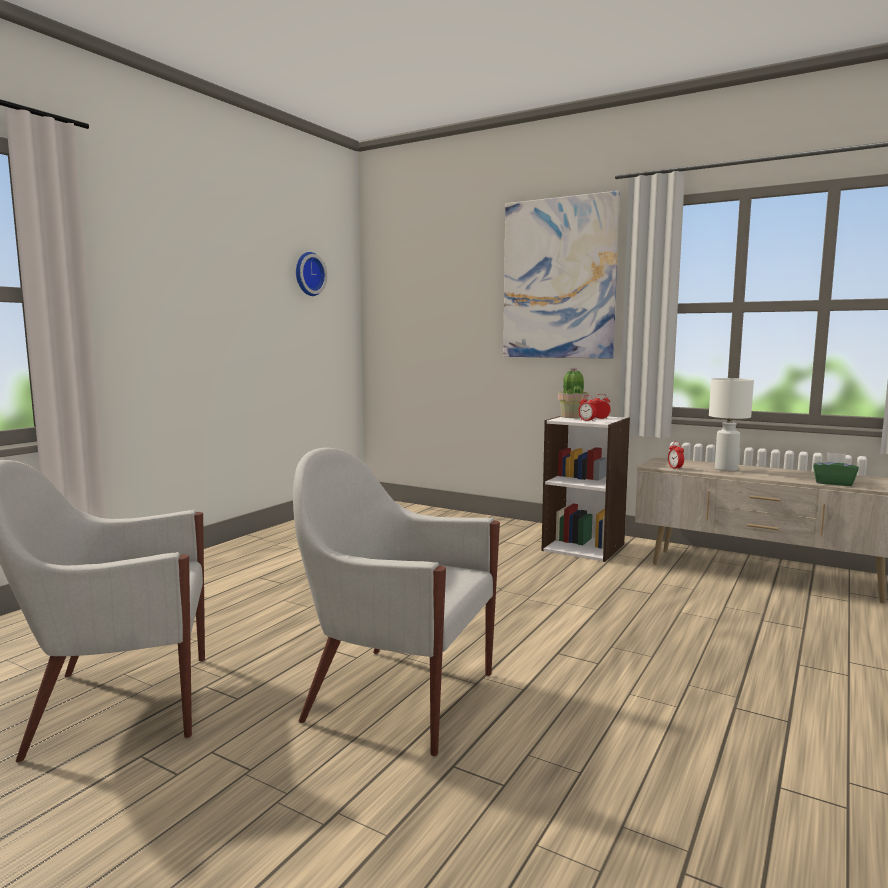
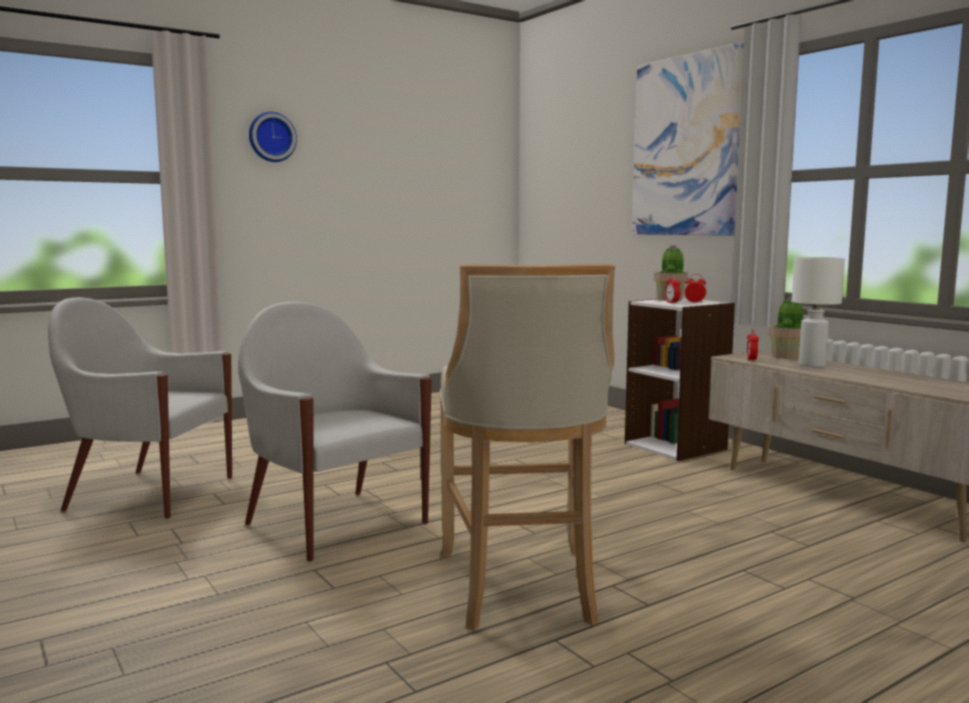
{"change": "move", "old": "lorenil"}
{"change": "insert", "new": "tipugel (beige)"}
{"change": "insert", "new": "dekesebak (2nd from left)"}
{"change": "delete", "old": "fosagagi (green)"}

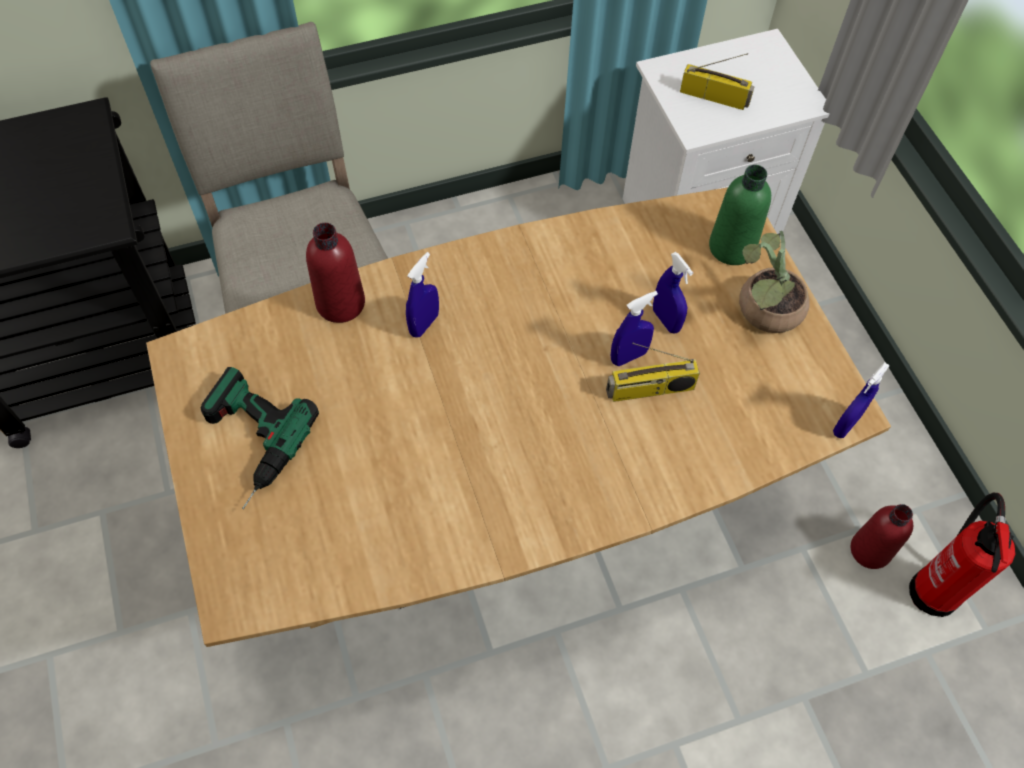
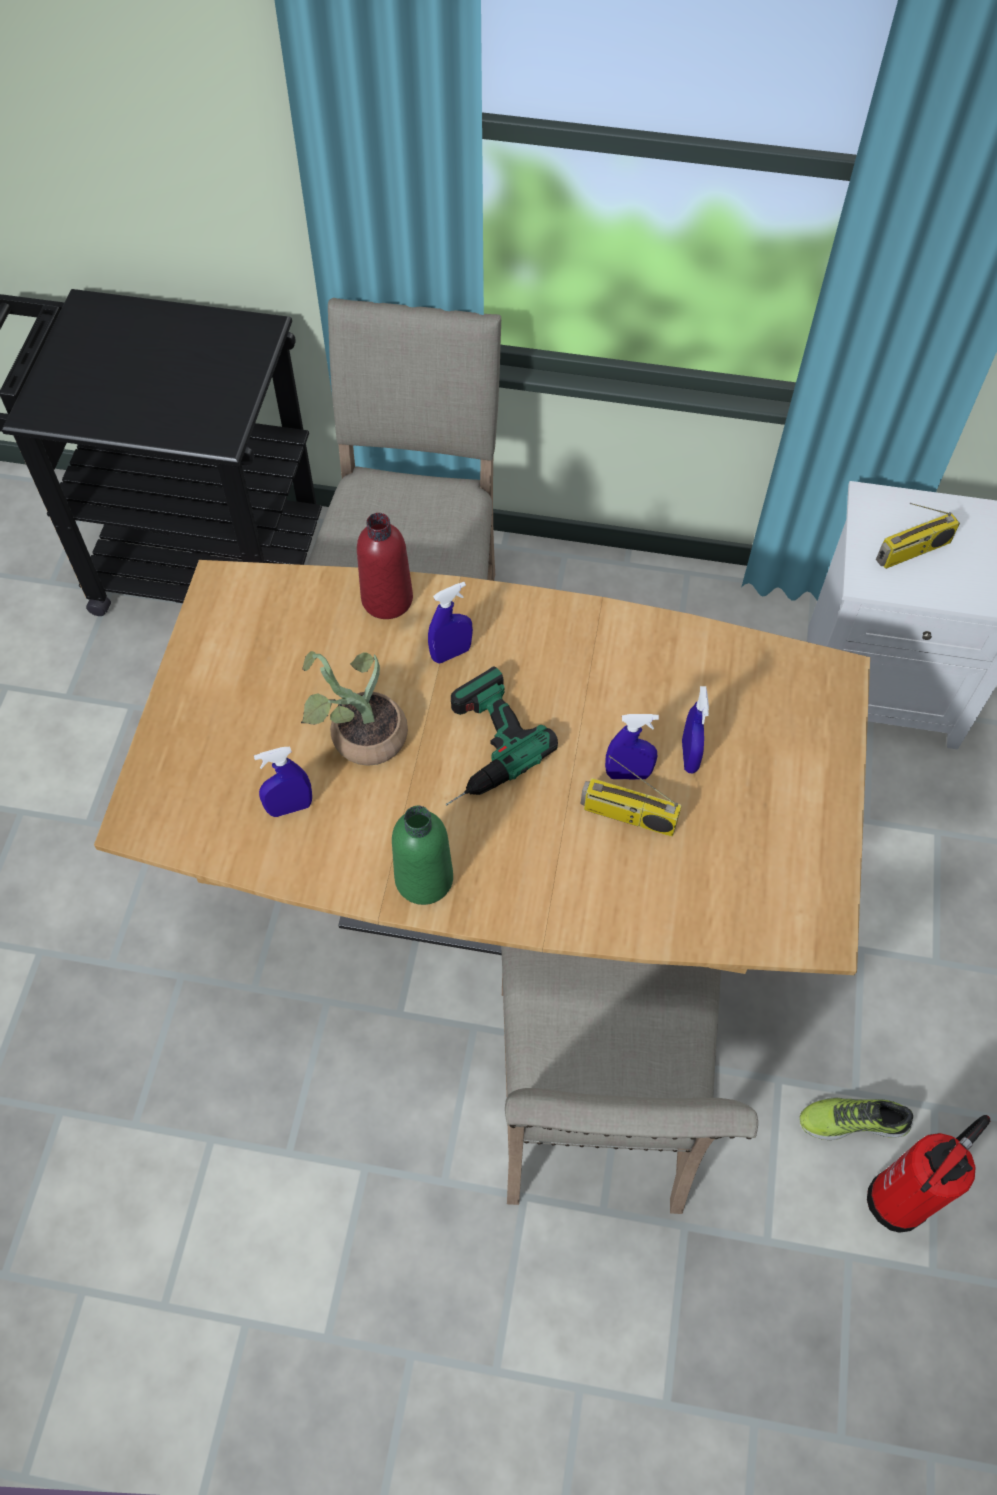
{"change": "move", "old": "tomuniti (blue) (4th from left in the first image)", "new": "tomuniti (blue) (1st from left)"}
{"change": "move", "old": "dekesebak"}
{"change": "move", "old": "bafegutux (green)"}
{"change": "move", "old": "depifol"}
{"change": "insert", "new": "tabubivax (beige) (2nd from left)"}
{"change": "replace", "old": "bafegutux (red) (2nd from left)", "new": "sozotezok"}
{"change": "rotate", "old": "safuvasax (2nd from left)", "degrees": 105}

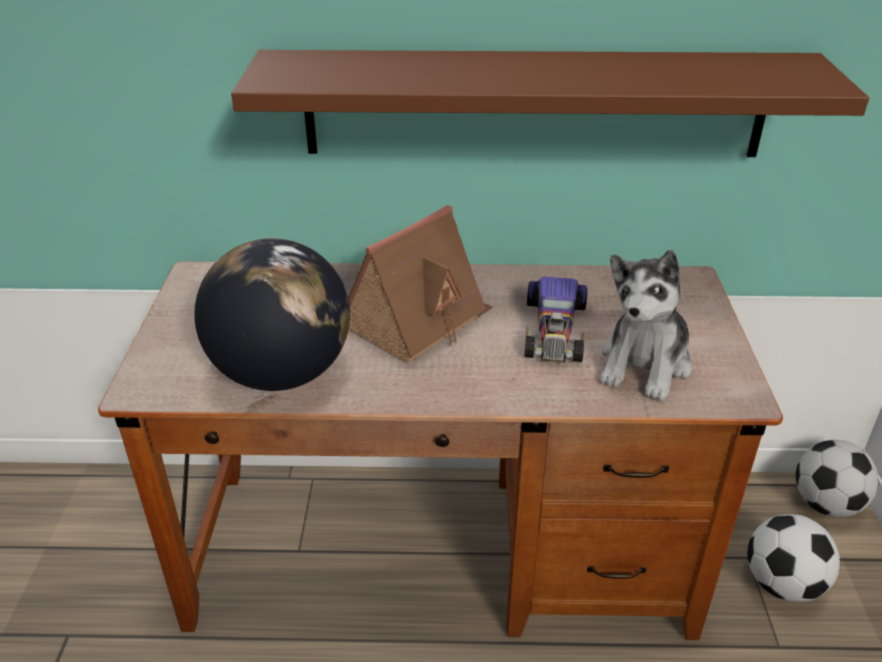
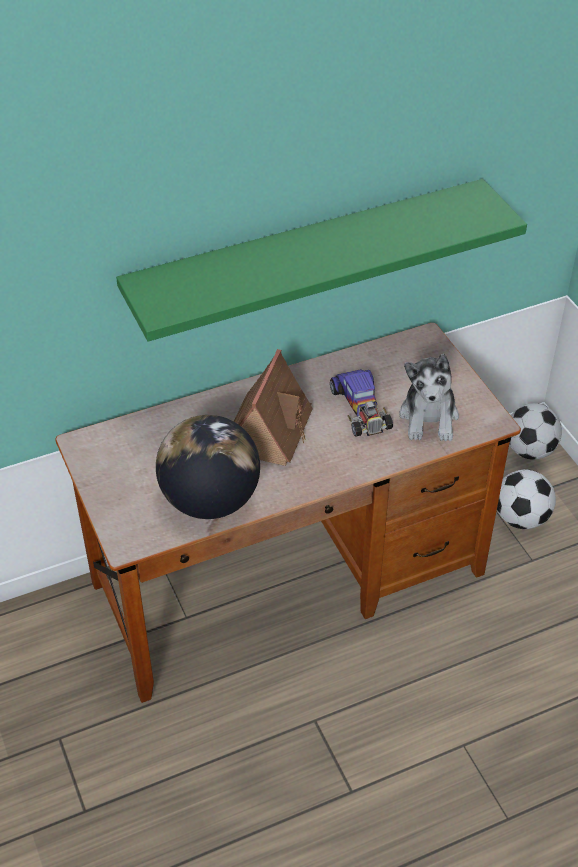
{"change": "recolor", "old": "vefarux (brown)", "new": "vefarux (green)"}

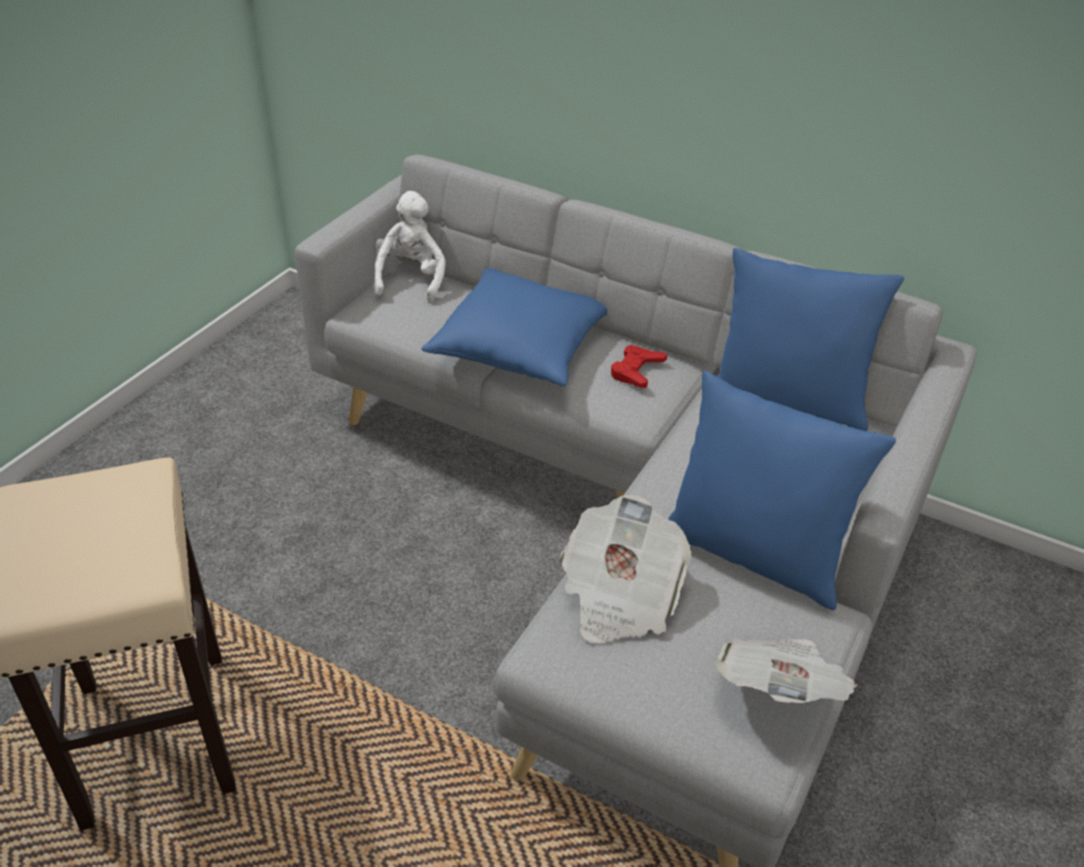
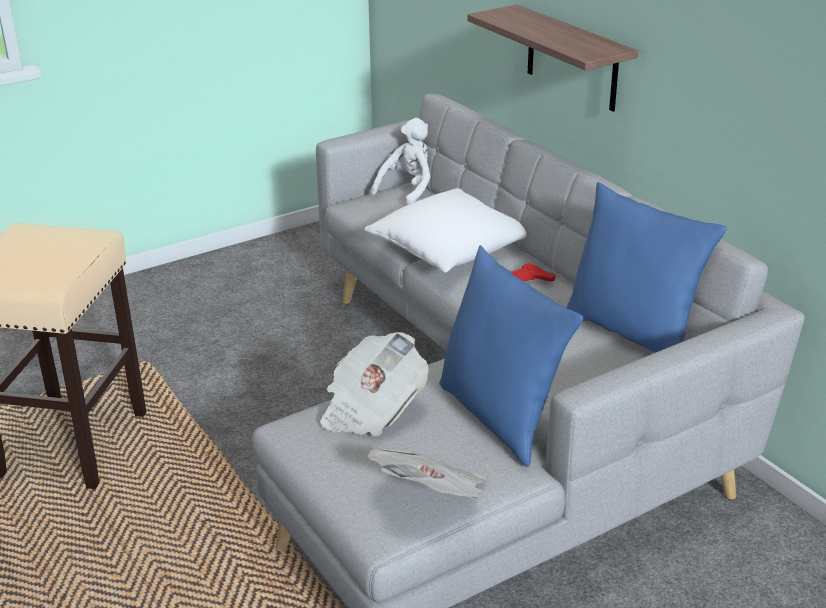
{"change": "recolor", "old": "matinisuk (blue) (1st from left)", "new": "matinisuk (white)"}
{"change": "insert", "new": "vefarux"}

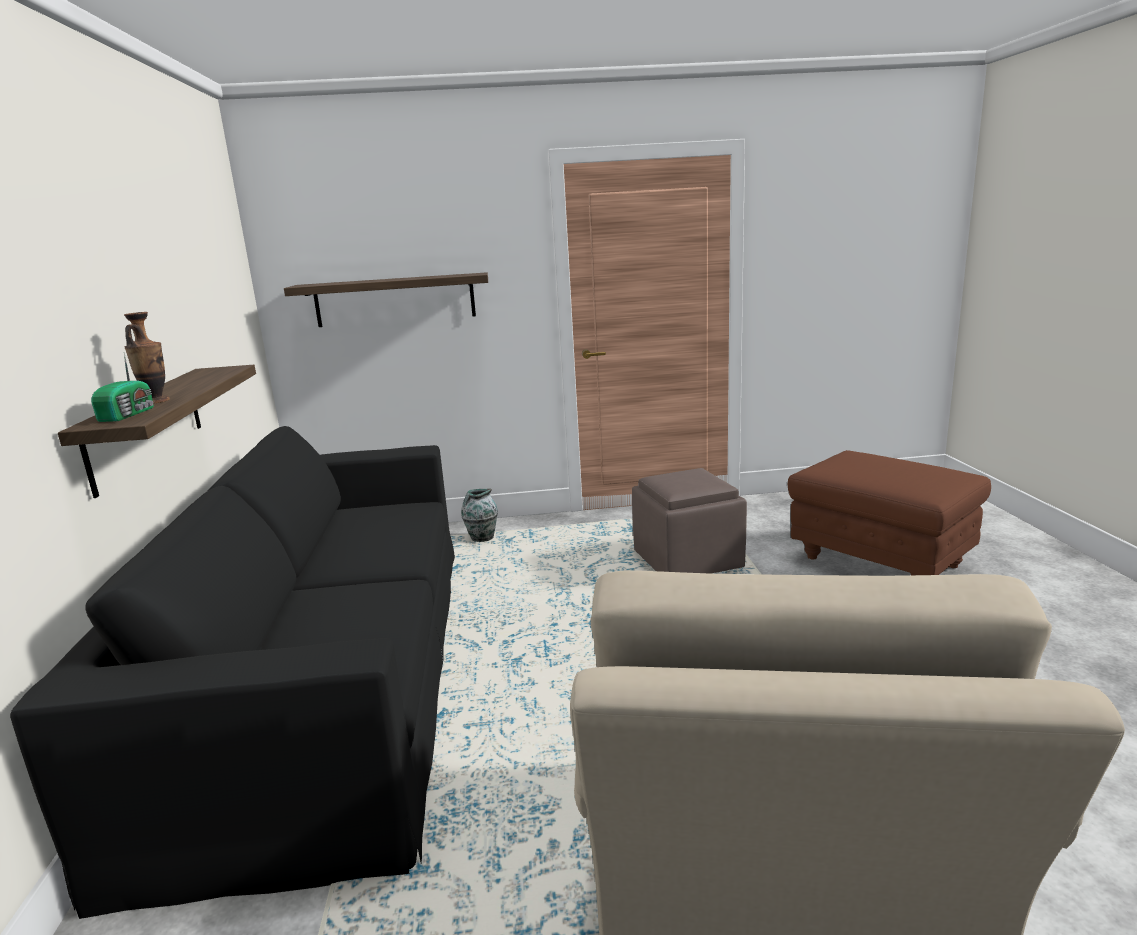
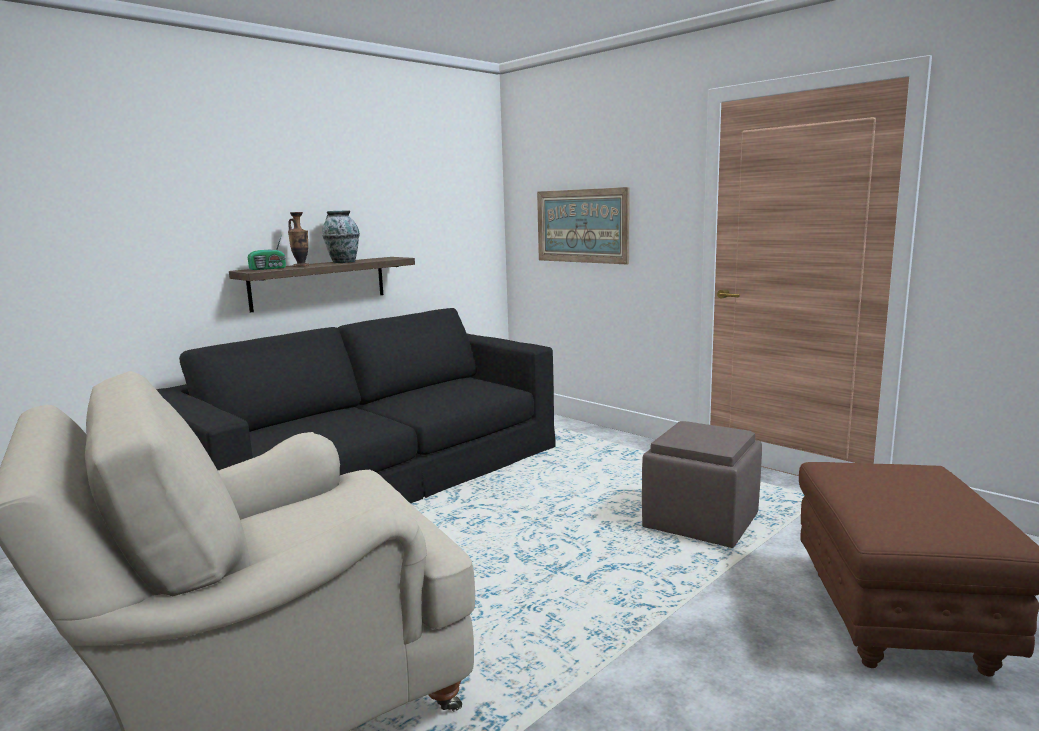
{"change": "move", "old": "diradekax (2nd from left)"}
{"change": "replace", "old": "vefarux (2nd from left)", "new": "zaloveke"}

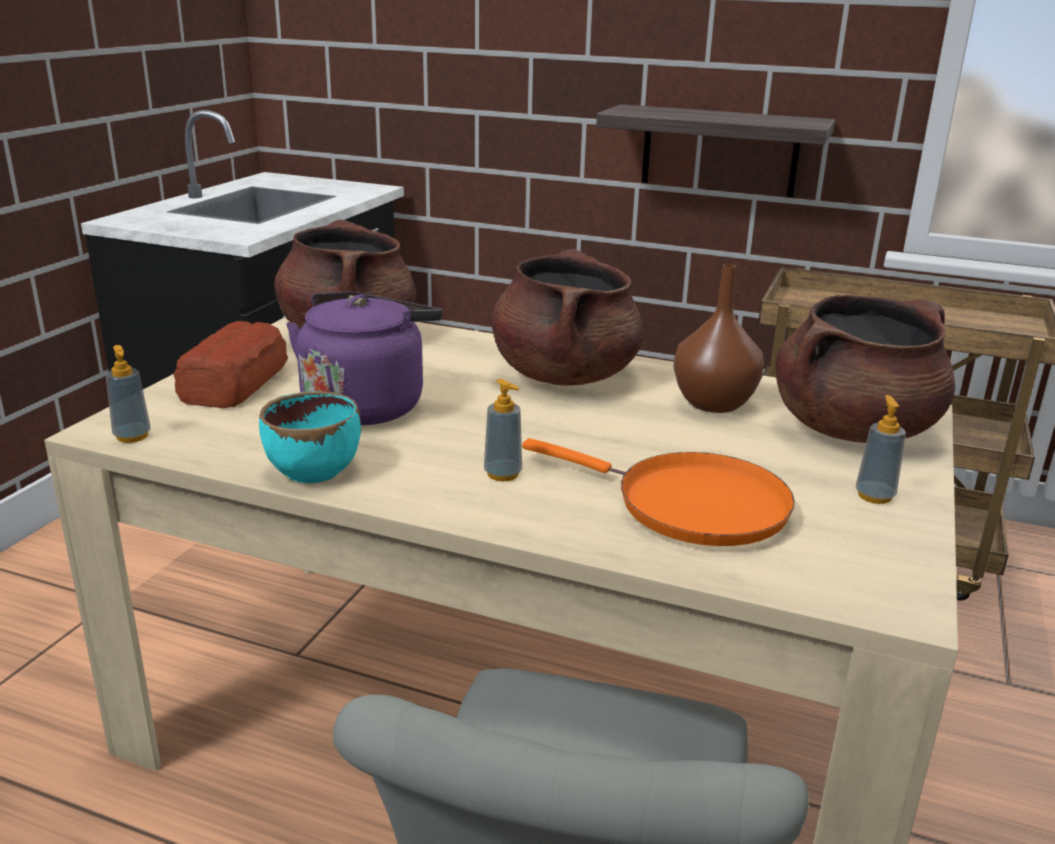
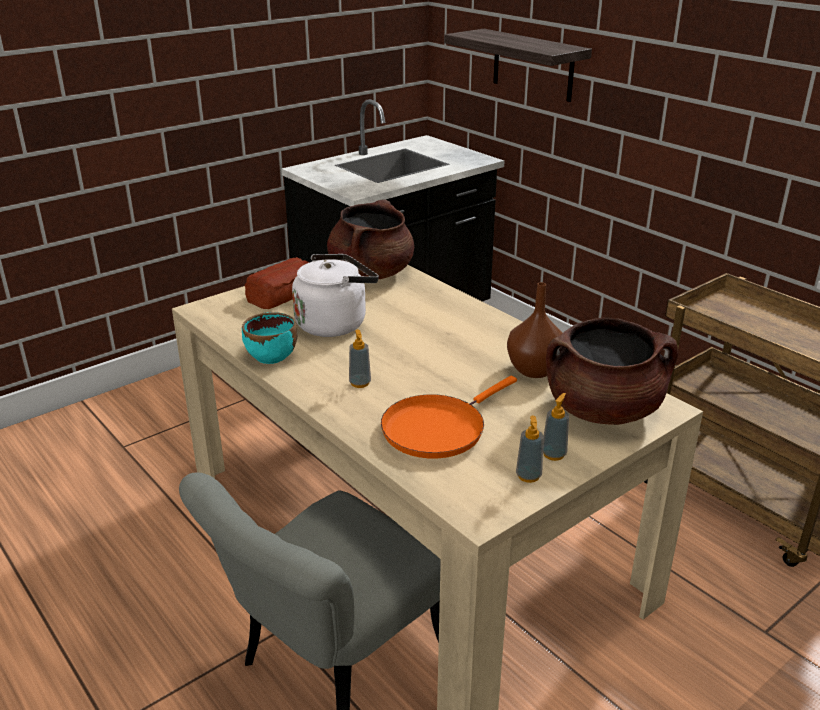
{"change": "recolor", "old": "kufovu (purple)", "new": "kufovu (white)"}
{"change": "rotate", "old": "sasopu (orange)", "degrees": 75}
{"change": "move", "old": "vefarux"}
{"change": "move", "old": "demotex (1st from left in the first image)", "new": "demotex (2nd from left)"}
{"change": "delete", "old": "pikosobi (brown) (2nd from left)"}

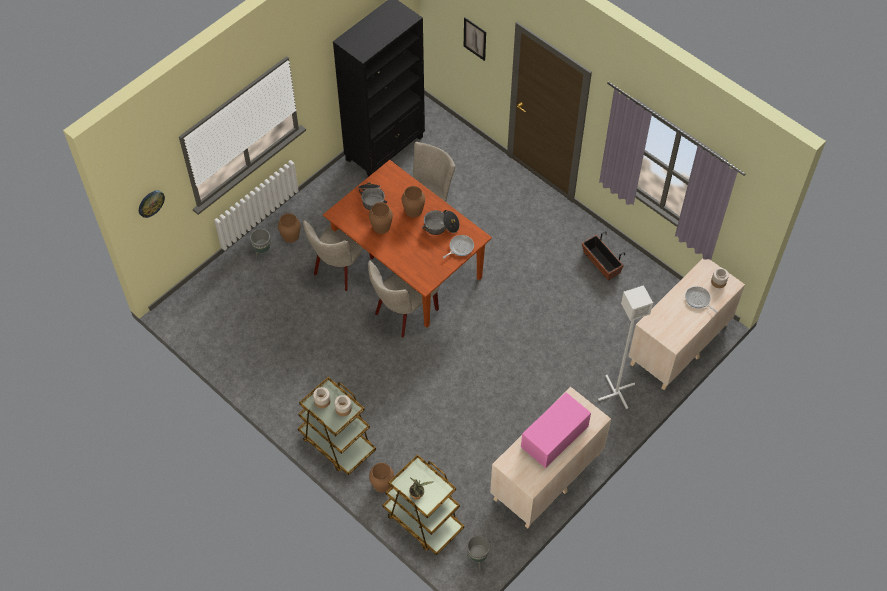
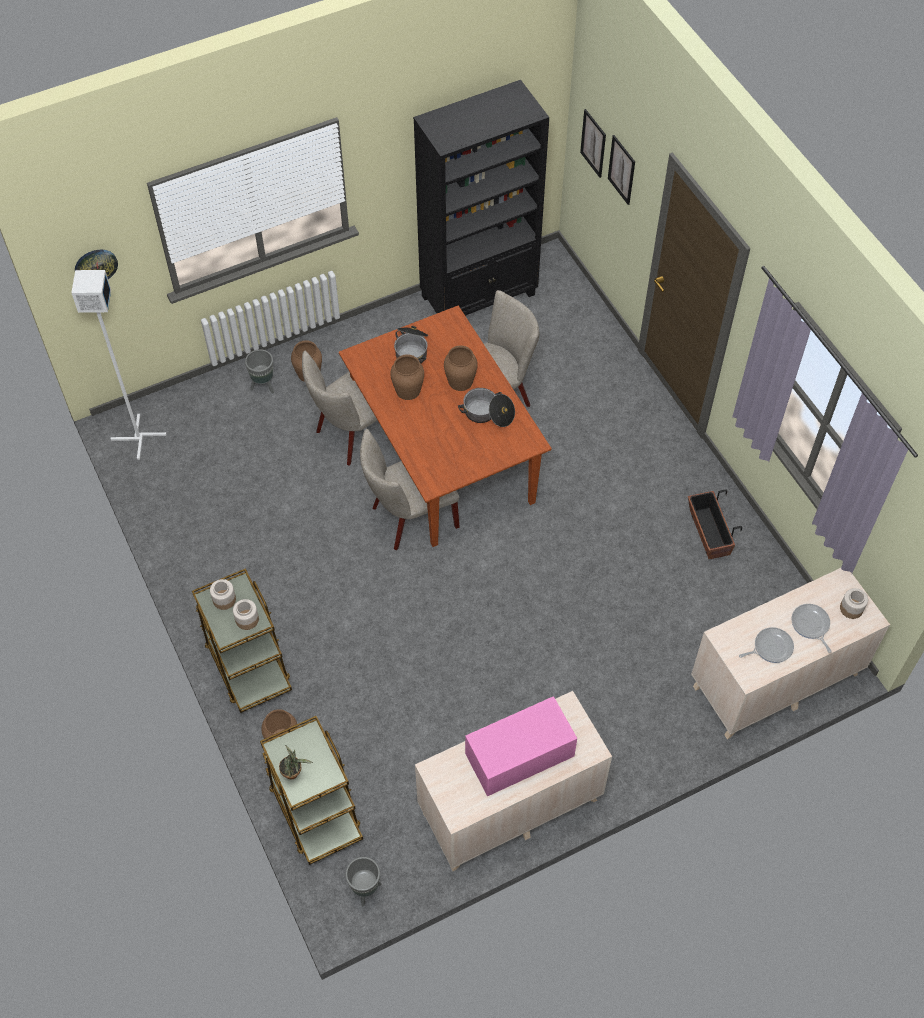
{"change": "move", "old": "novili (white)"}
{"change": "insert", "new": "zaloveke (1st from left)"}
{"change": "move", "old": "sasopu (1st from left)"}

